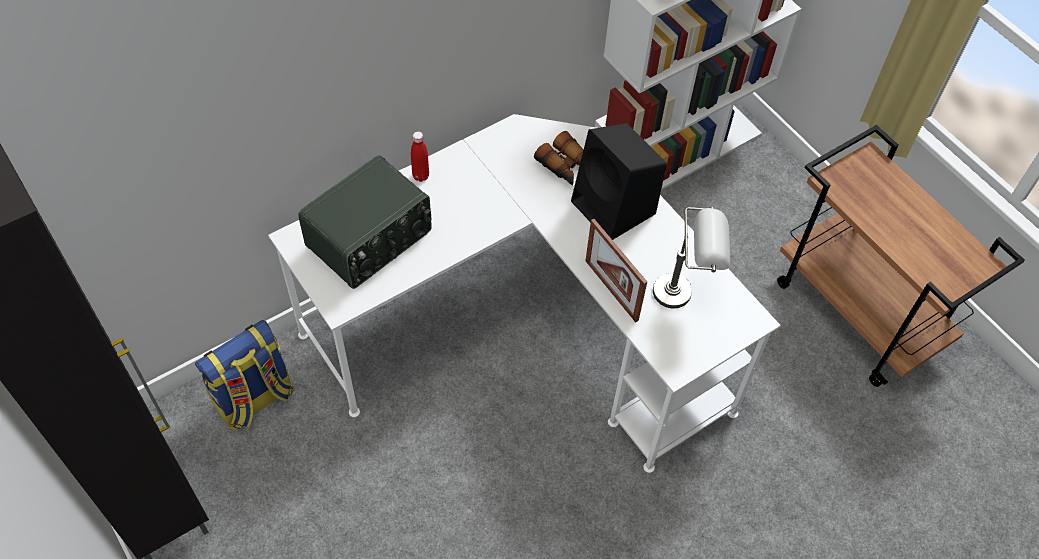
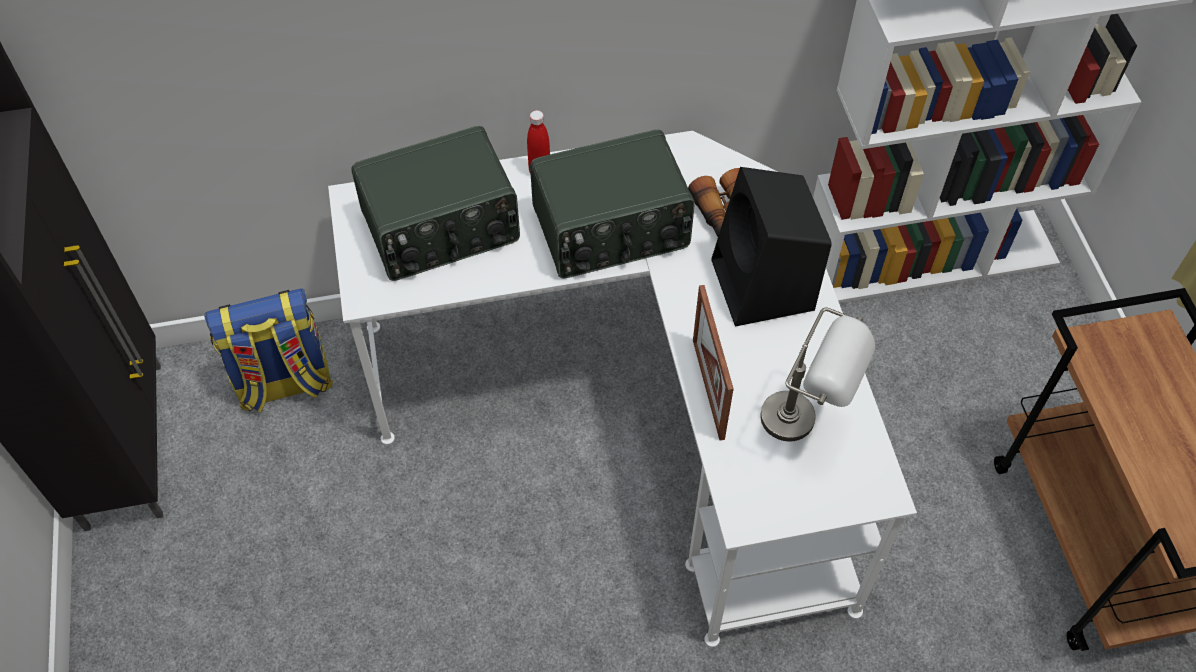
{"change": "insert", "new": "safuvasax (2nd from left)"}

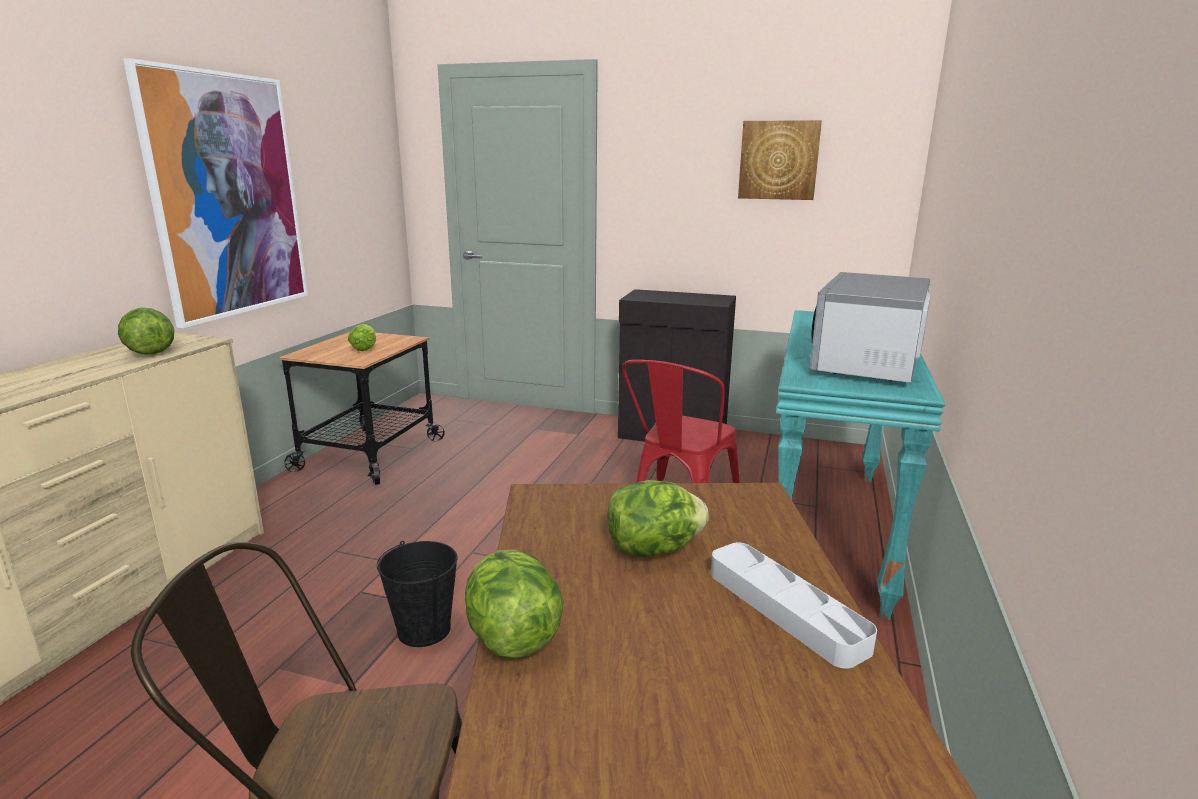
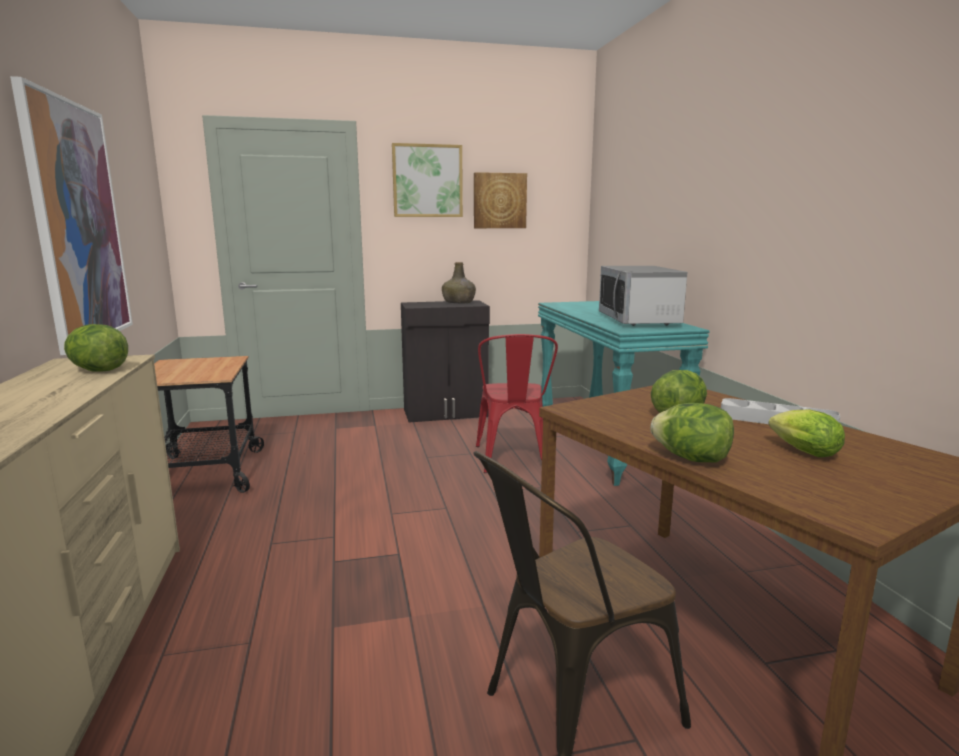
{"change": "insert", "new": "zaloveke (2nd from left)"}
{"change": "insert", "new": "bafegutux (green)"}
{"change": "move", "old": "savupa (2nd from left in the first image)", "new": "savupa (4th from left)"}
{"change": "delete", "old": "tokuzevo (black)"}

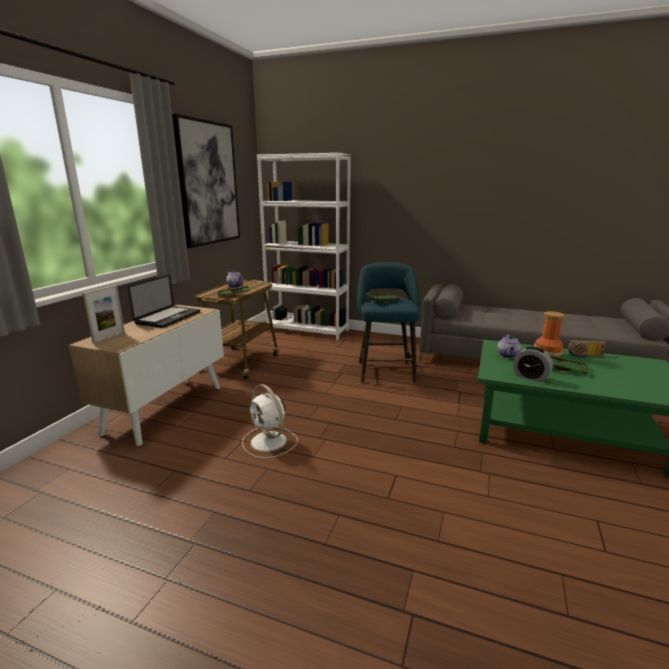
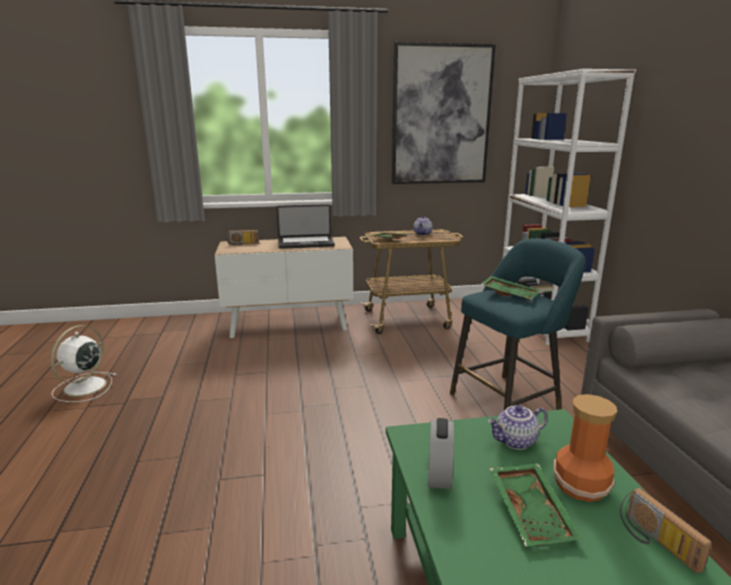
{"change": "move", "old": "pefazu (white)"}
{"change": "replace", "old": "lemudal", "new": "safuvasax (1st from left)"}

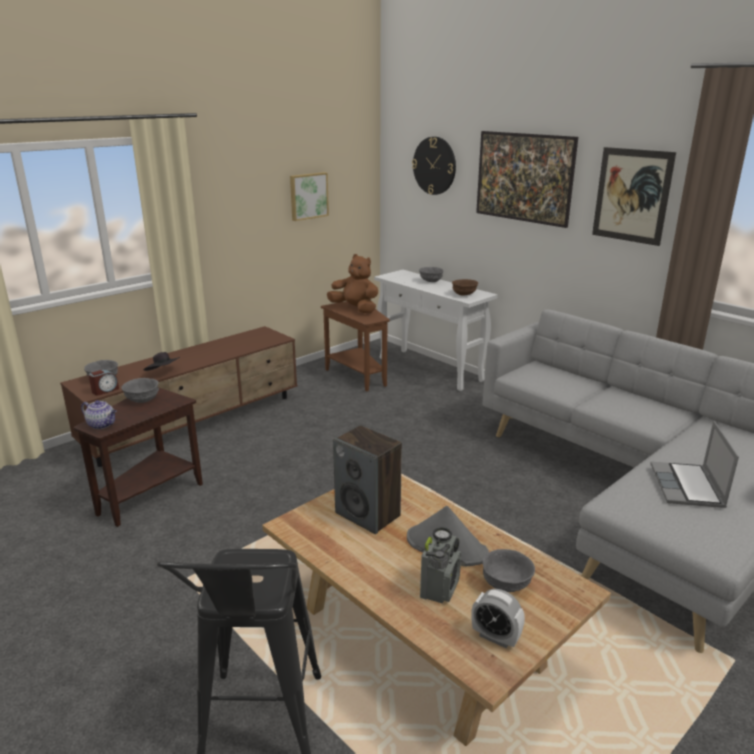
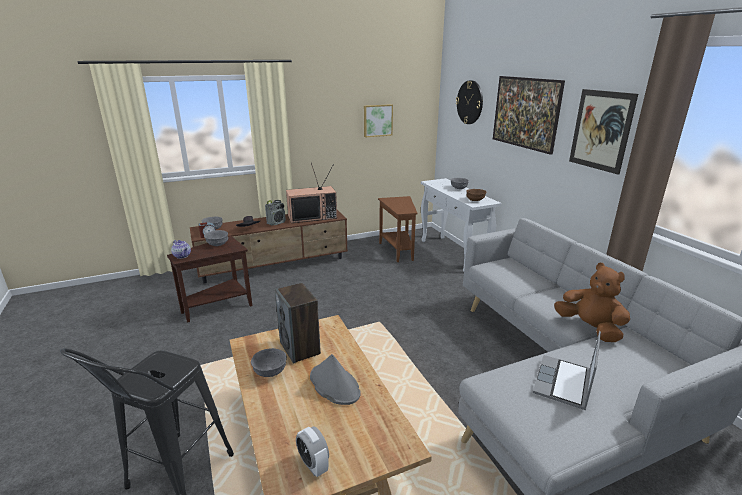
{"change": "move", "old": "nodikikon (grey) (4th from left in the first image)", "new": "nodikikon (grey) (3rd from left)"}
{"change": "move", "old": "safuvasax"}
{"change": "insert", "new": "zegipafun"}
{"change": "move", "old": "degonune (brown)"}

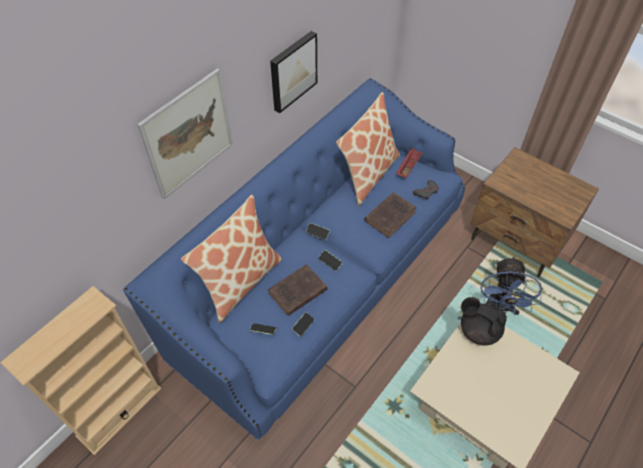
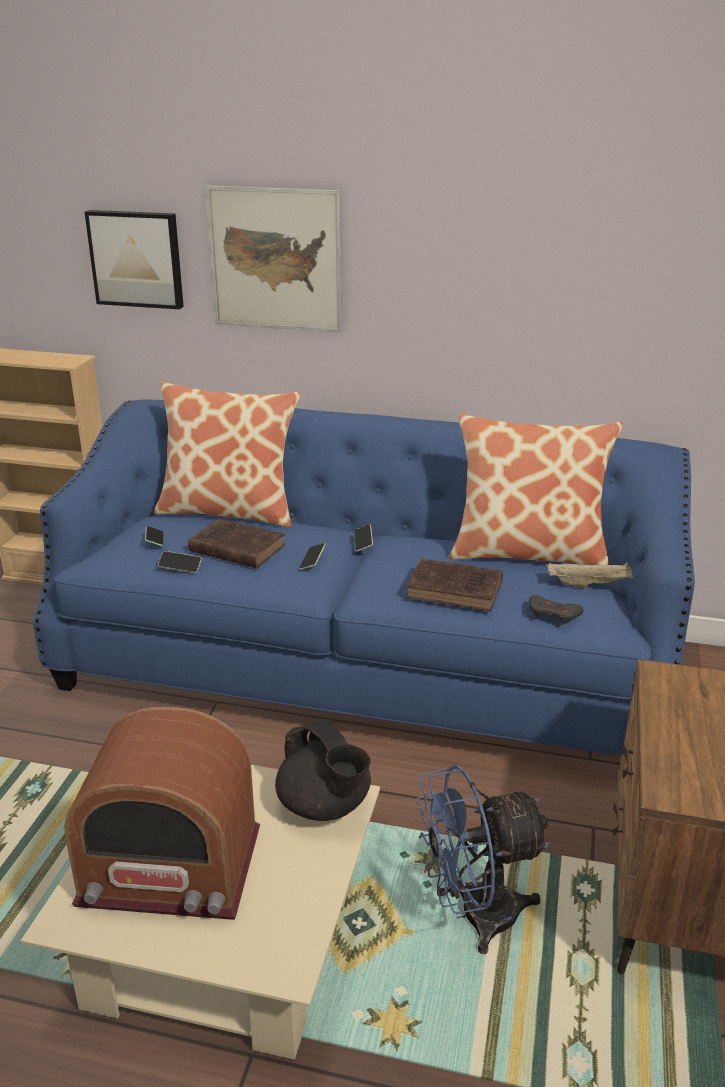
{"change": "insert", "new": "safuvasax"}
{"change": "move", "old": "zaloveke (2nd from left in the first image)", "new": "zaloveke (1st from left)"}
{"change": "rotate", "old": "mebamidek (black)", "degrees": 135}
{"change": "recolor", "old": "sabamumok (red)", "new": "sabamumok (beige)"}

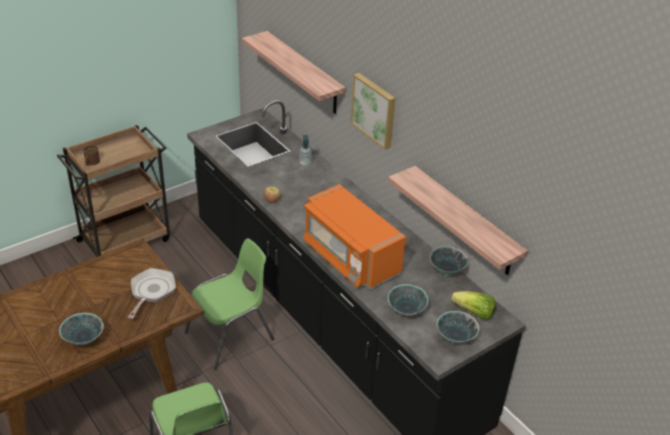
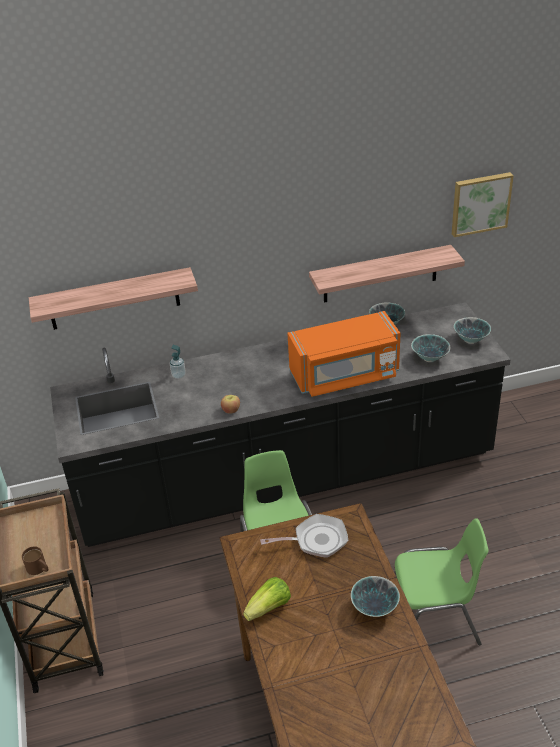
{"change": "move", "old": "savupa"}
{"change": "rotate", "old": "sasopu", "degrees": 135}
{"change": "move", "old": "zaloveke"}

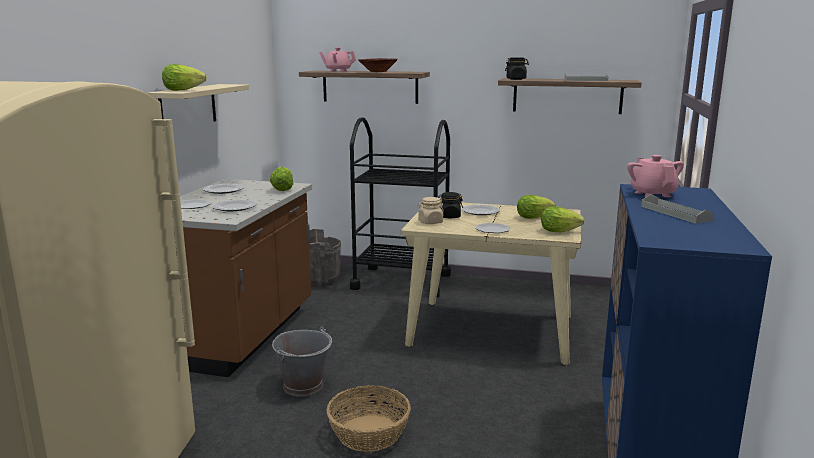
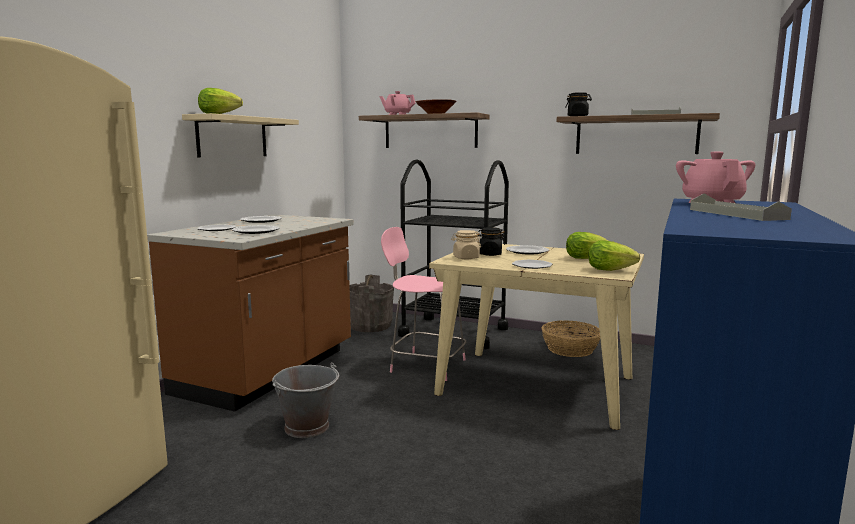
{"change": "insert", "new": "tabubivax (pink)"}
{"change": "move", "old": "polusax"}
{"change": "delete", "old": "savupa (2nd from left)"}

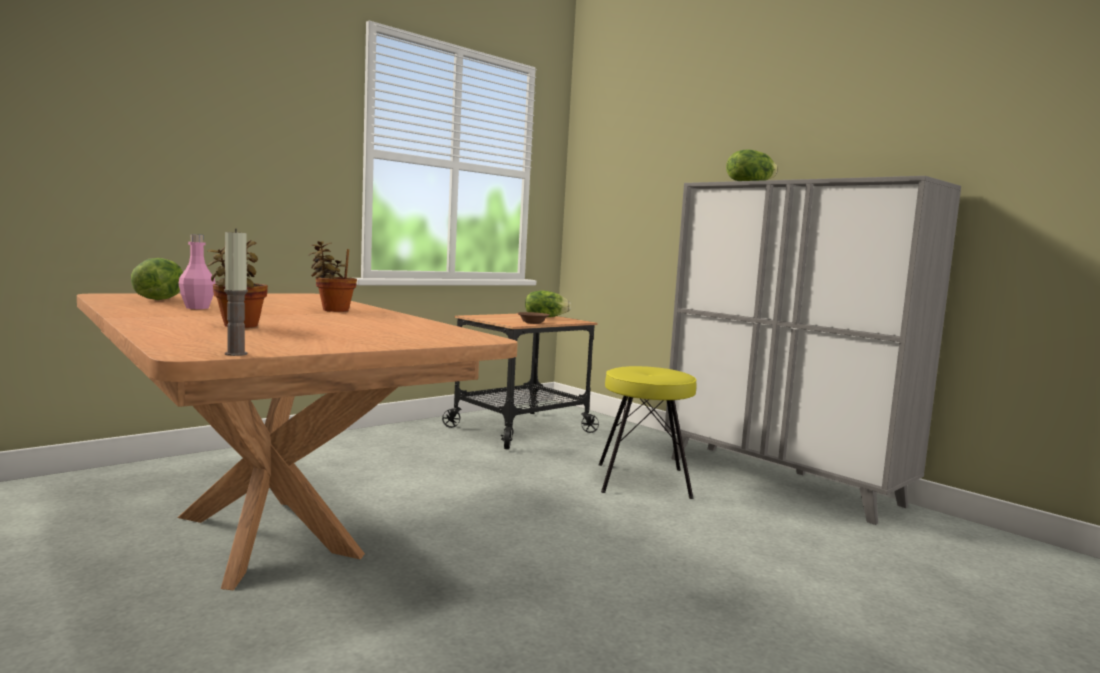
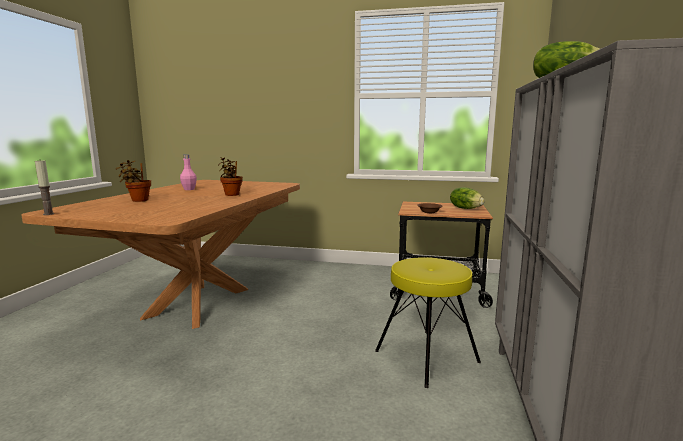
{"change": "delete", "old": "savupa (1st from left)"}

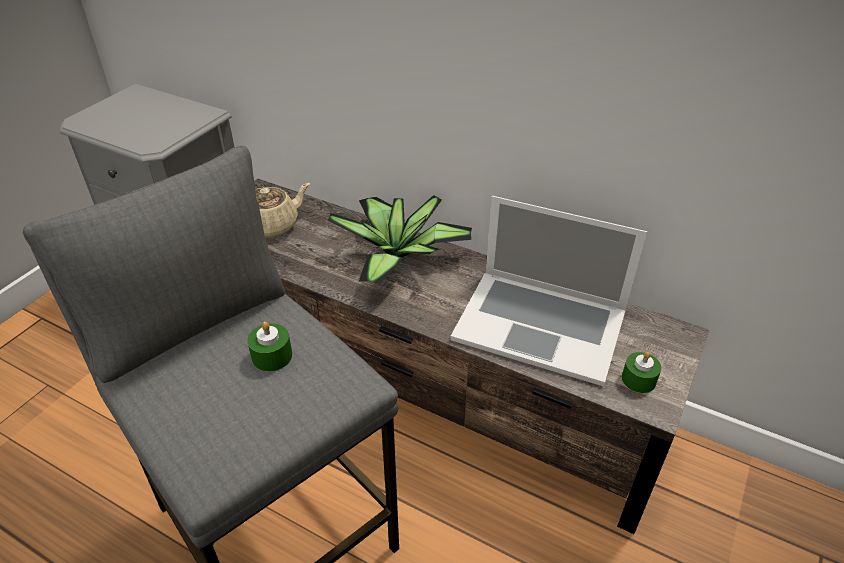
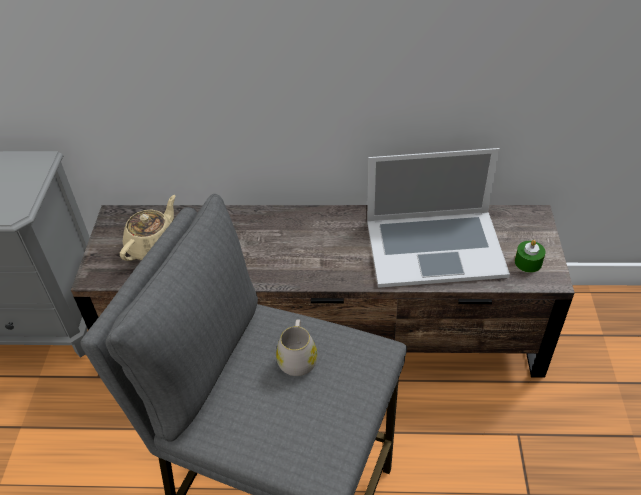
{"change": "replace", "old": "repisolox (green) (1st from left)", "new": "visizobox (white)"}
{"change": "delete", "old": "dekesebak"}

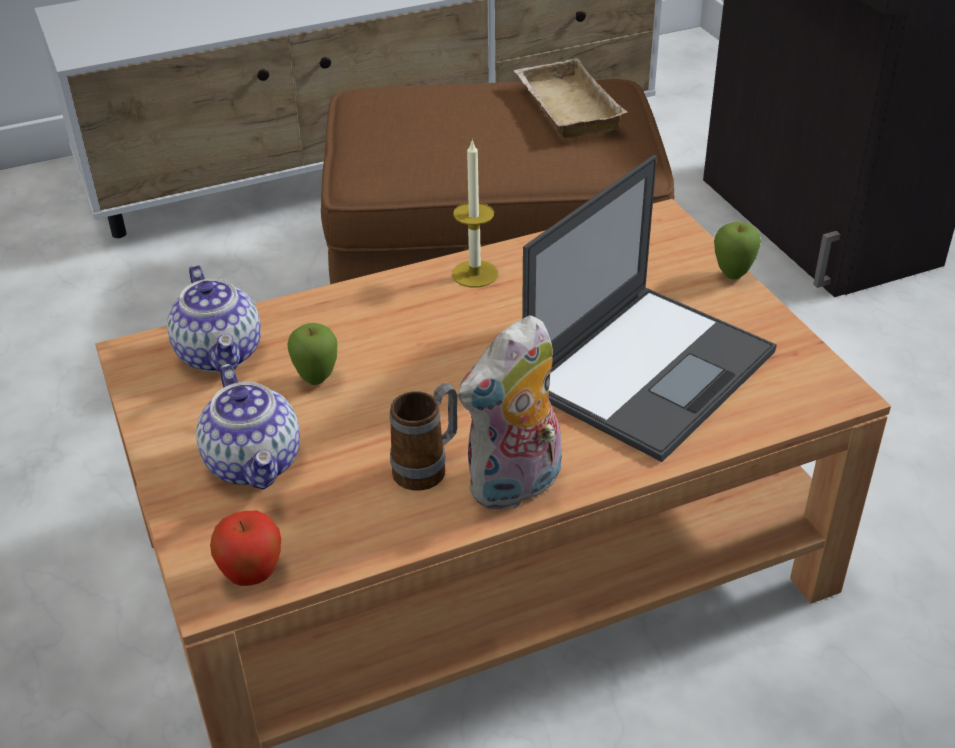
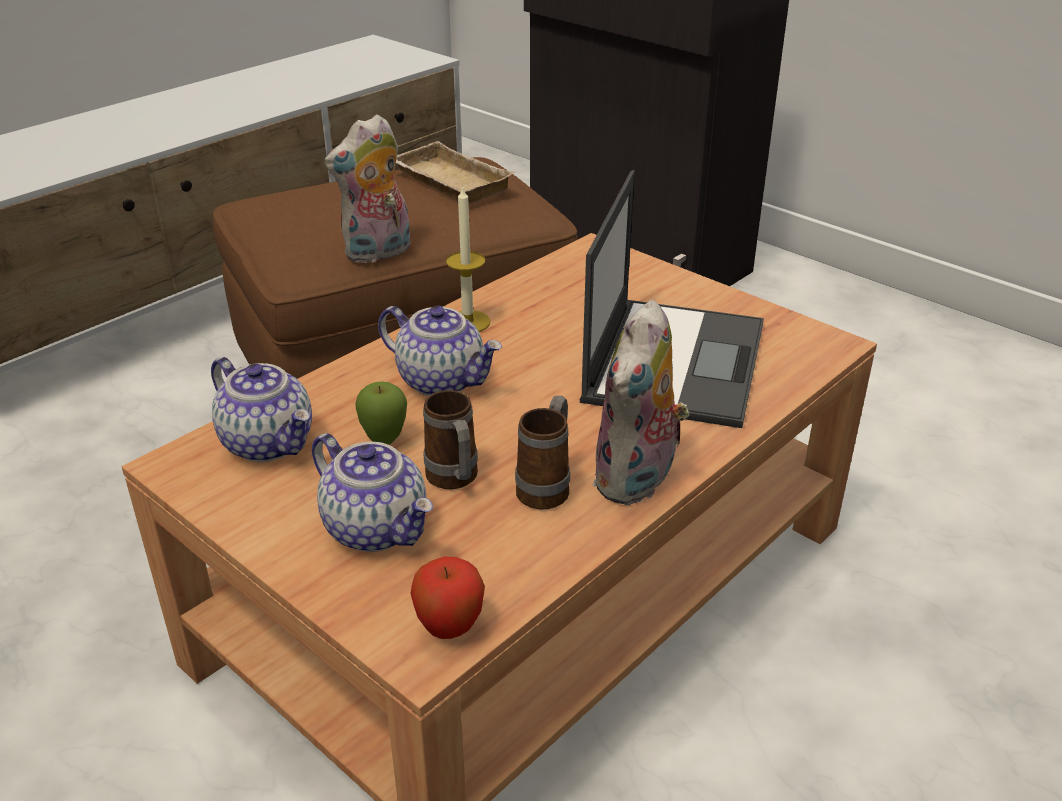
{"change": "insert", "new": "degonune (1st from left)"}
{"change": "insert", "new": "mebamidek (3rd from left)"}
{"change": "insert", "new": "visizobox (1st from left)"}
{"change": "delete", "old": "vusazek (3rd from left)"}

